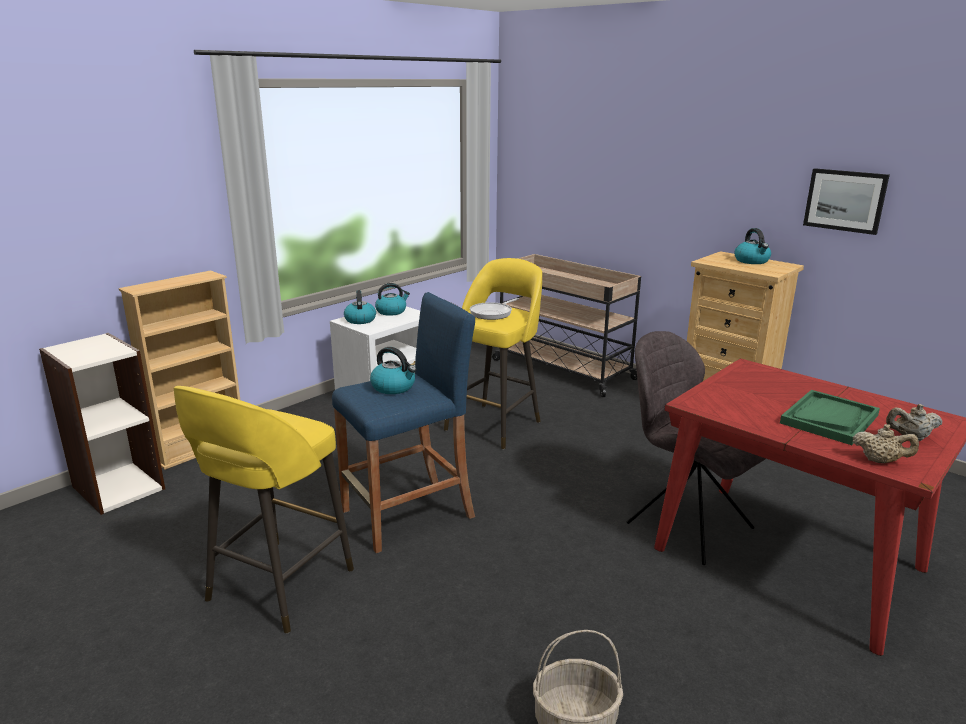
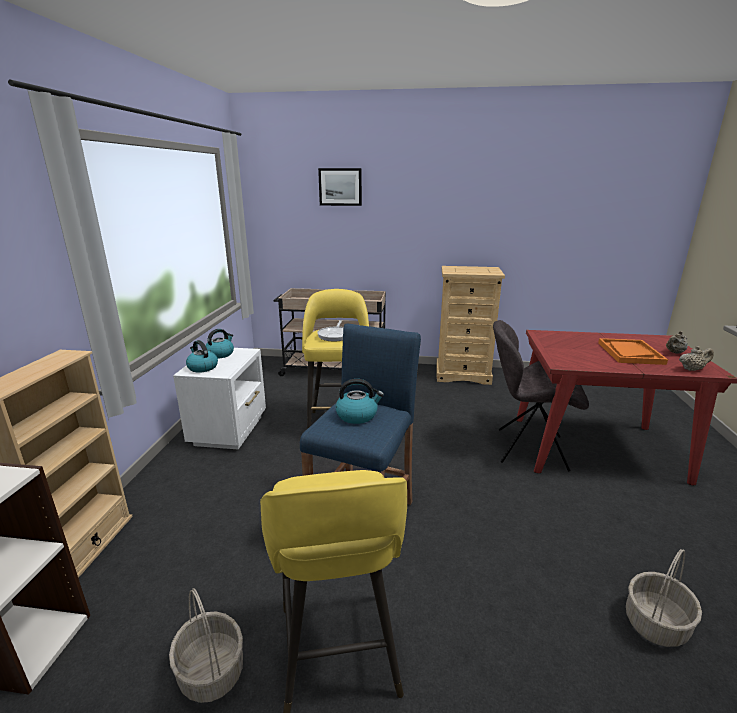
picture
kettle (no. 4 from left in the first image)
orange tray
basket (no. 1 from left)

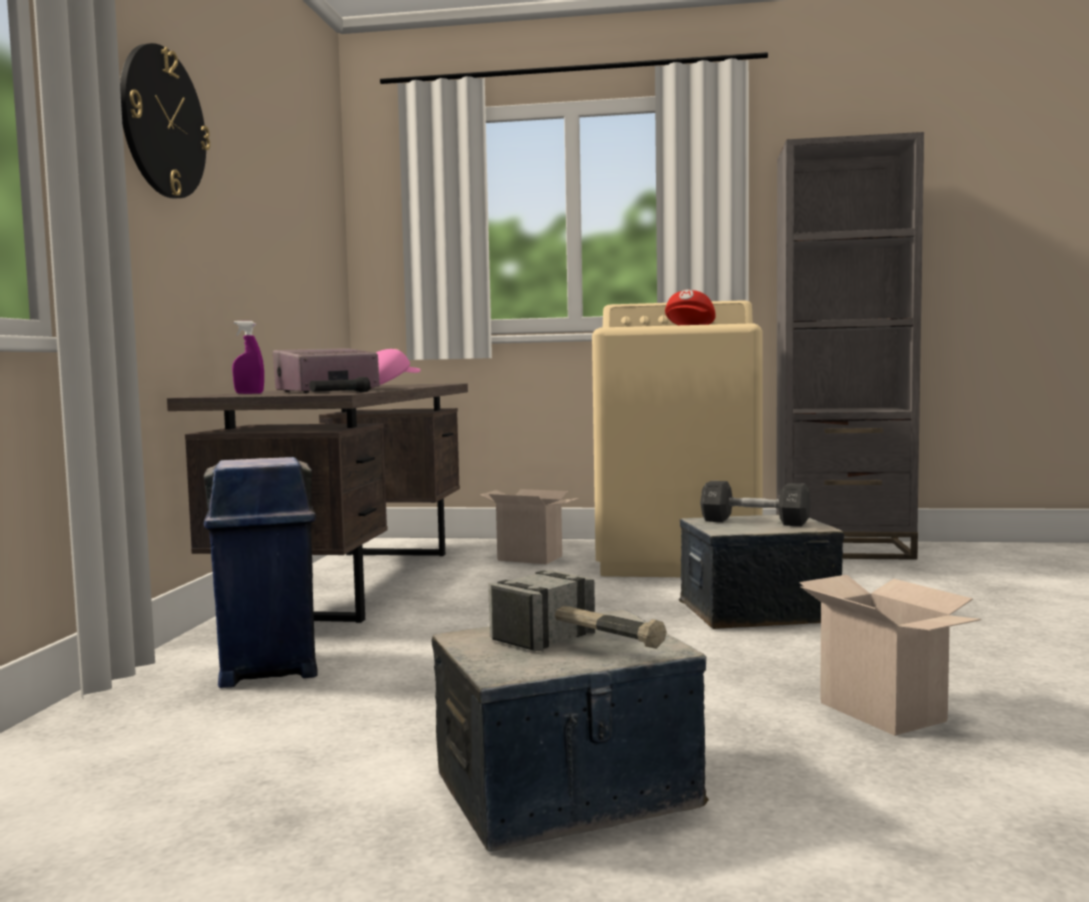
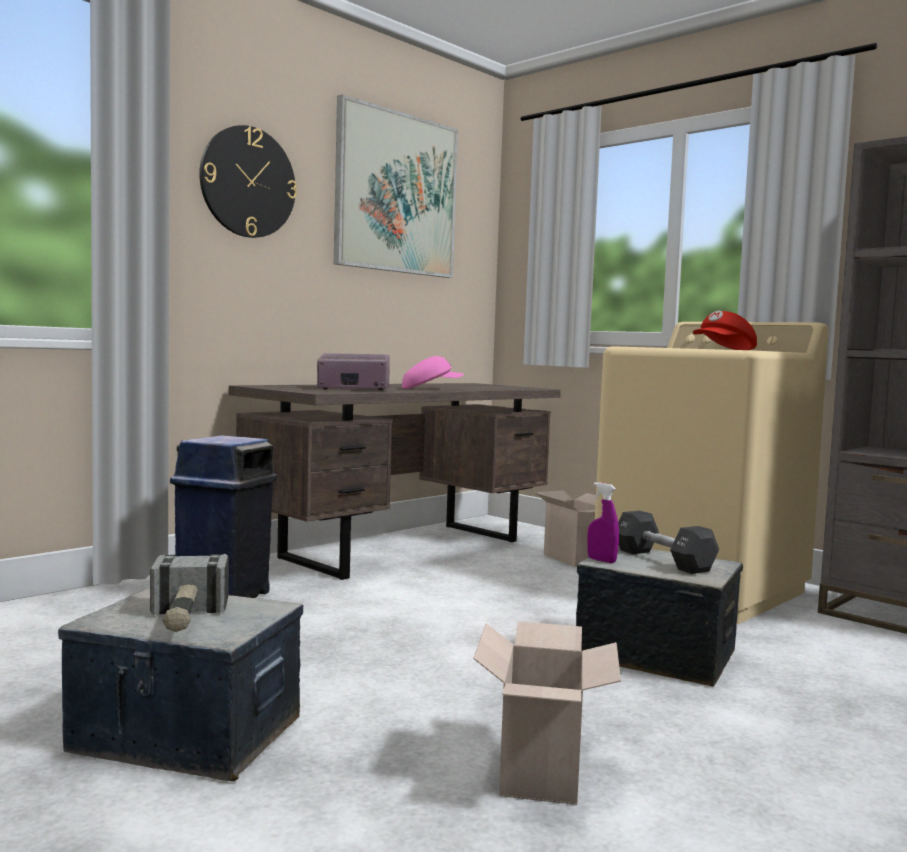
purple spray bottle
black flashlight
picture

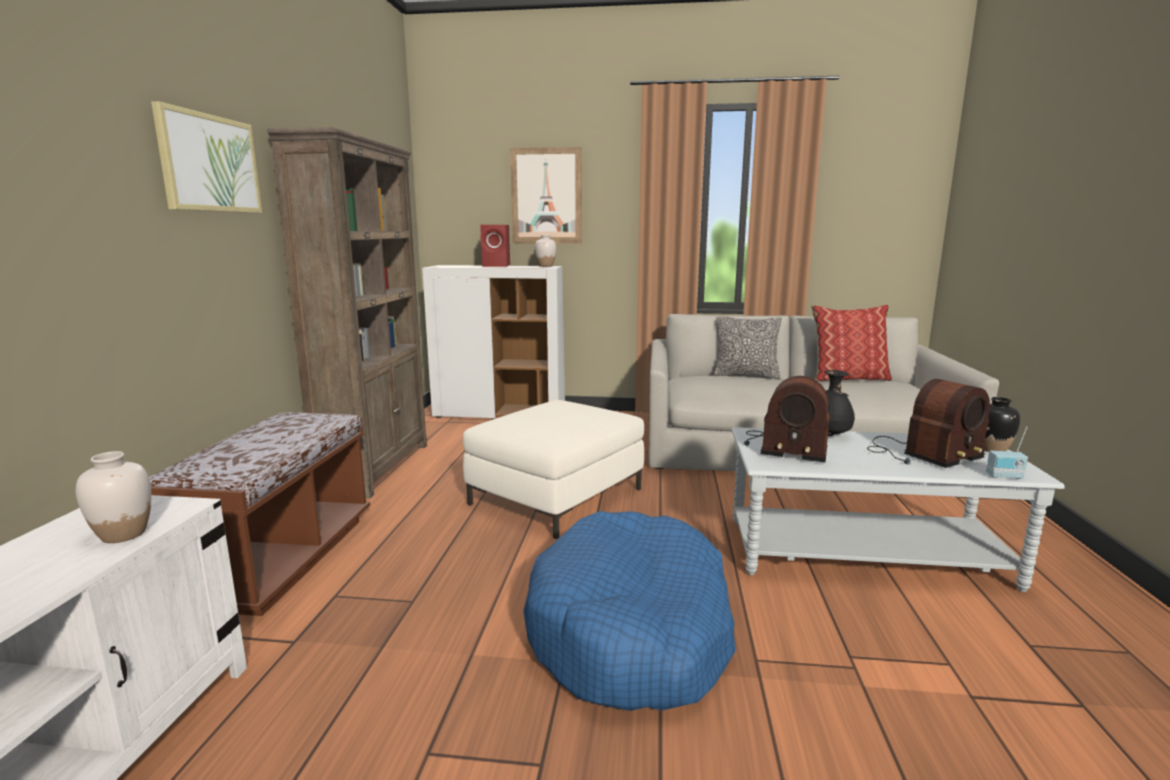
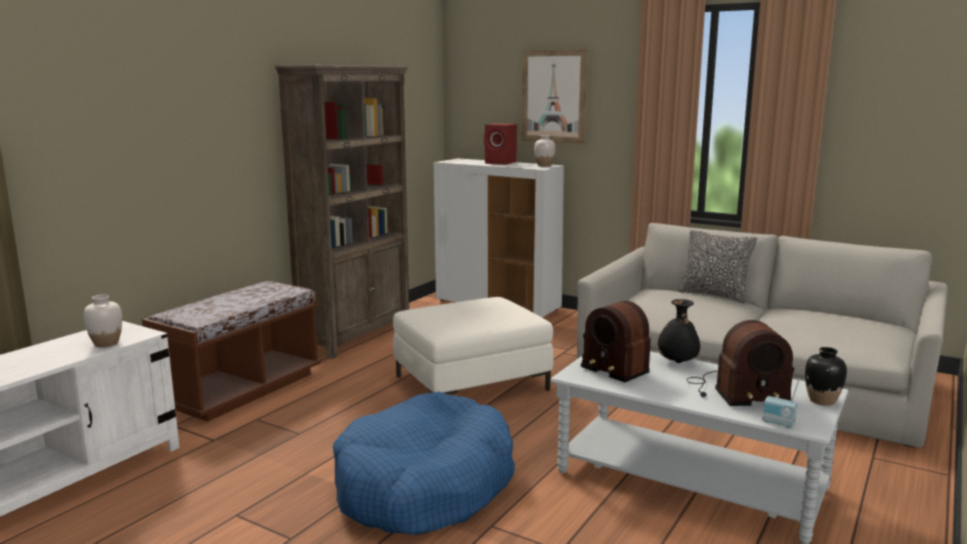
picture (no. 1 from left in the first image)
pillow (no. 2 from left in the first image)

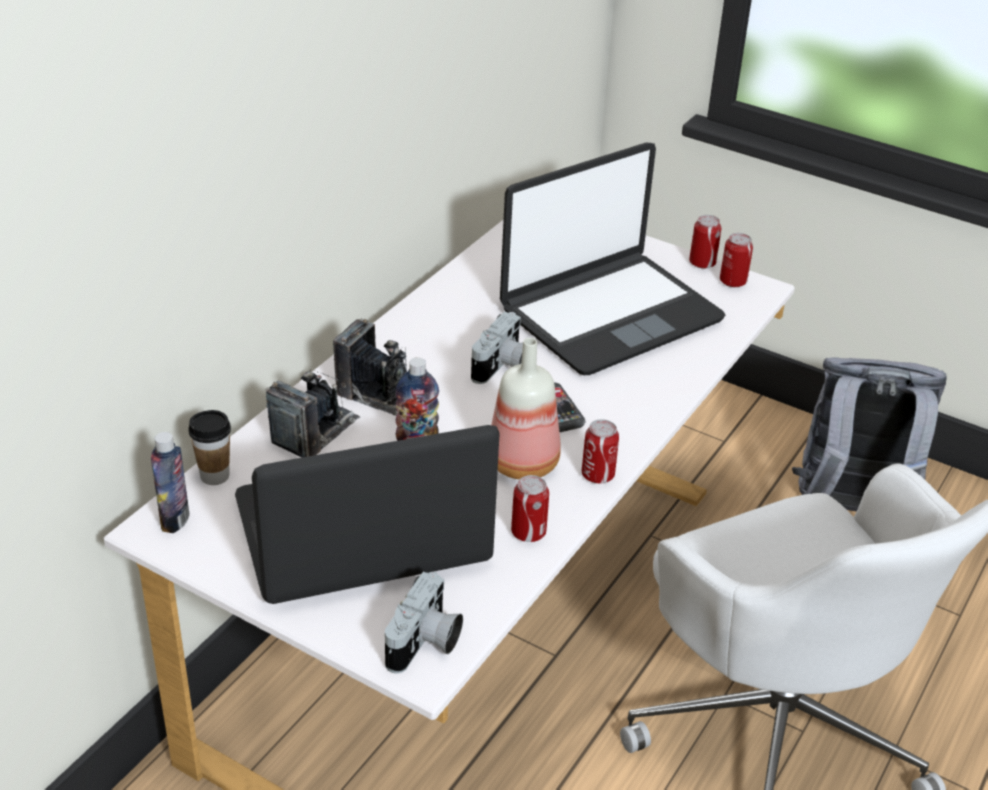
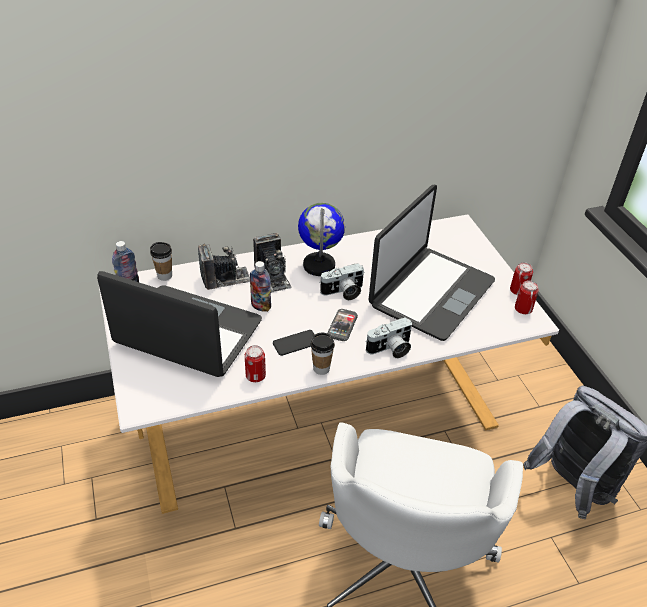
laptop (no. 2 from left)
phone (no. 1 from left)
cup (no. 2 from left)
photo camera (no. 4 from left)
globe

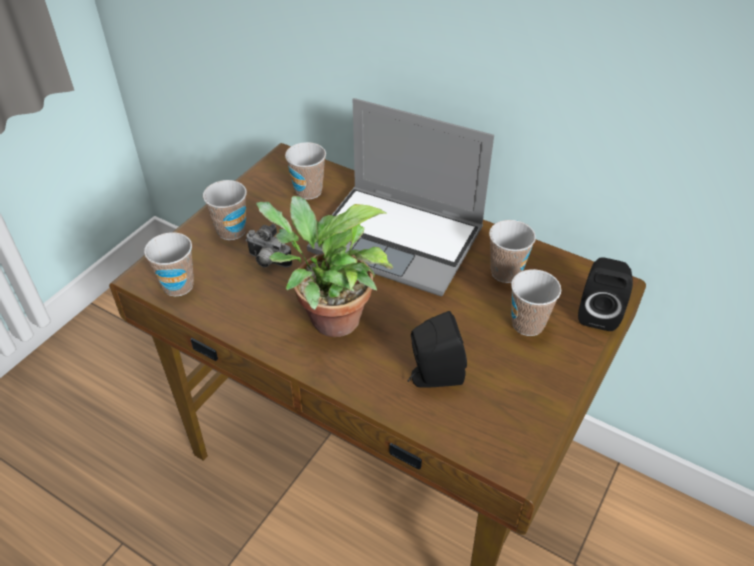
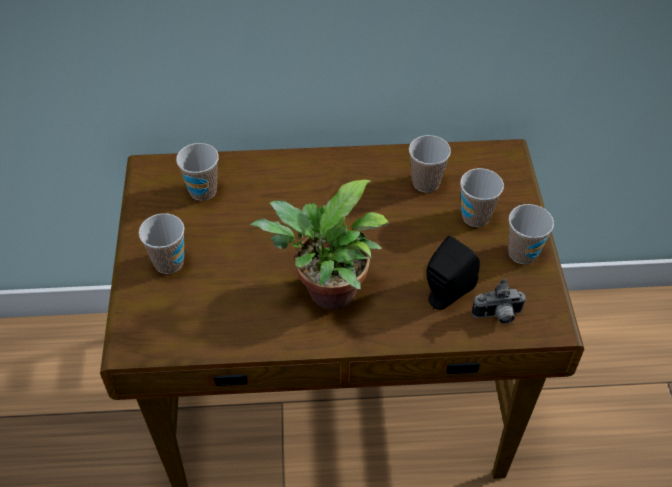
laptop
photo camera
cup (no. 5 from left)
black speaker (no. 2 from left in the first image)

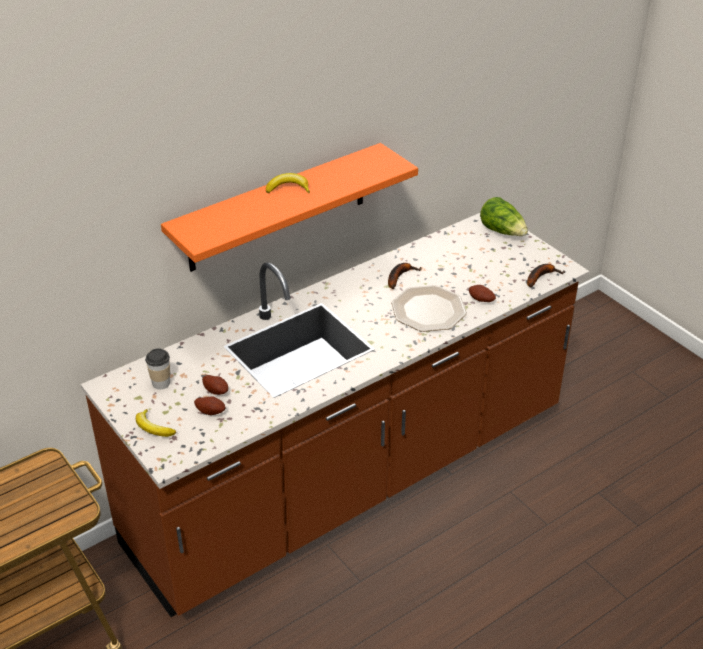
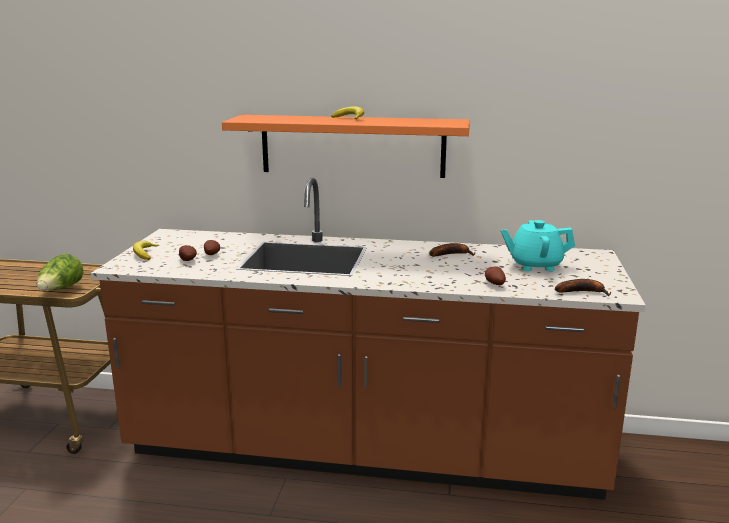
lettuce
plate
cup
turquoise teapot

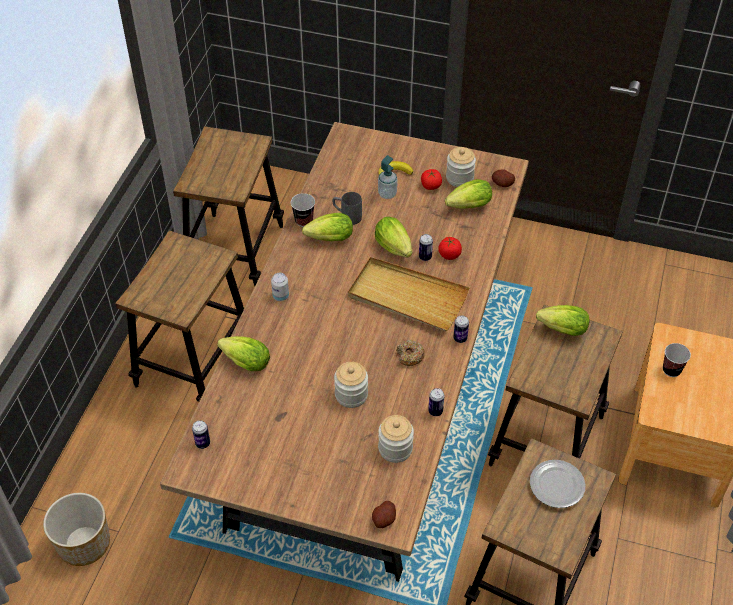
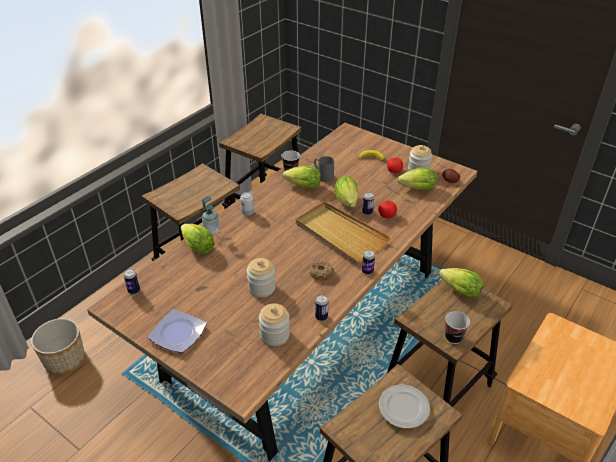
soap dispenser
cup (no. 2 from left)
potato (no. 1 from left in the first image)
plate (no. 1 from left)

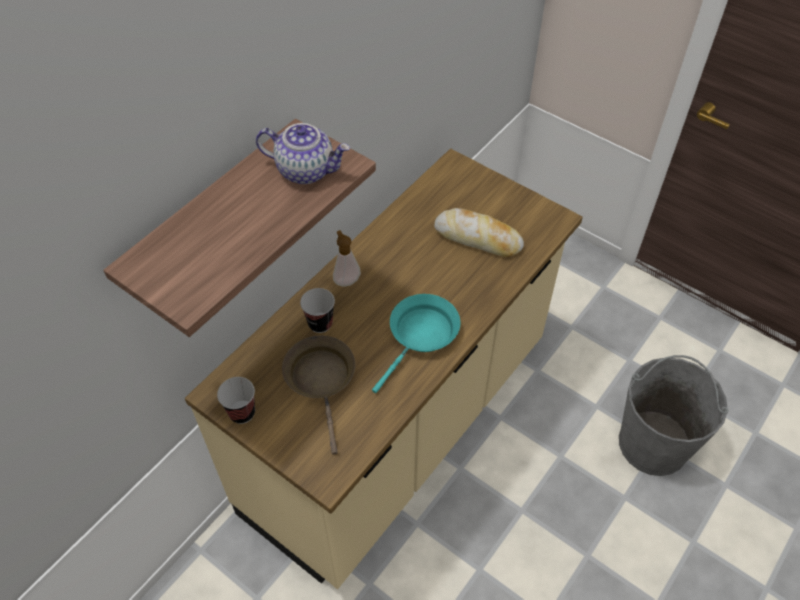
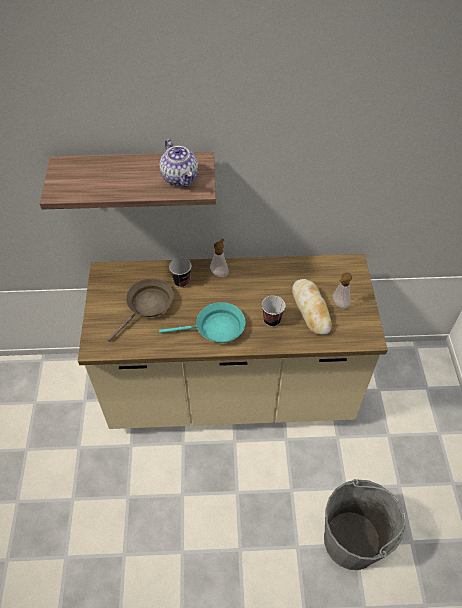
cup (no. 2 from left)
soap dispenser (no. 2 from left)

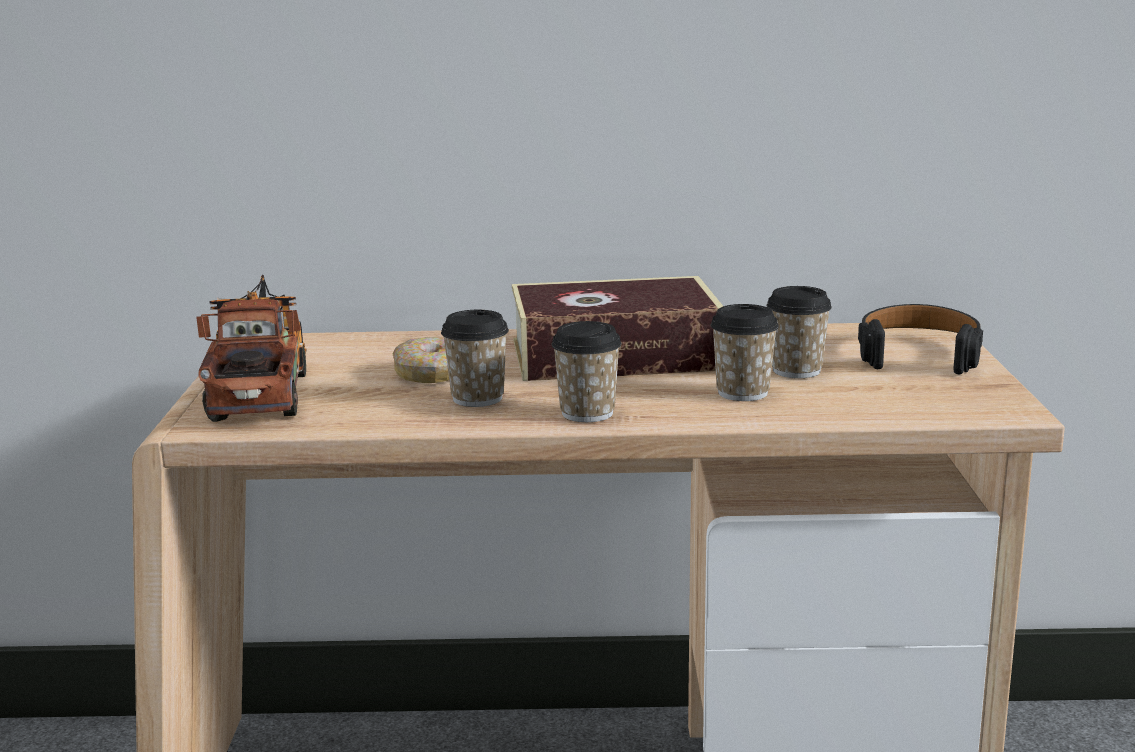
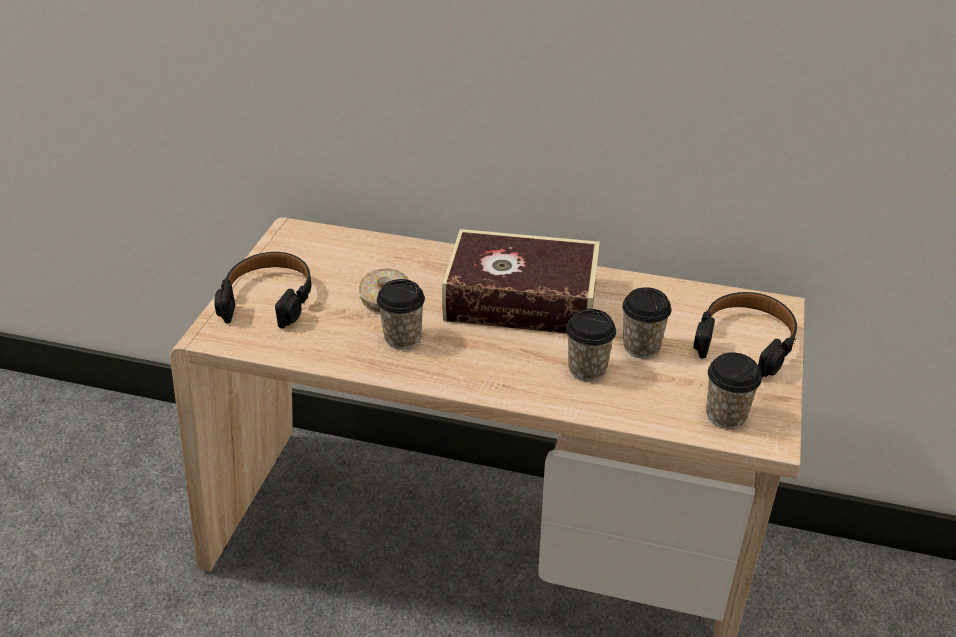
black headphones (no. 1 from left)
cup (no. 4 from left)

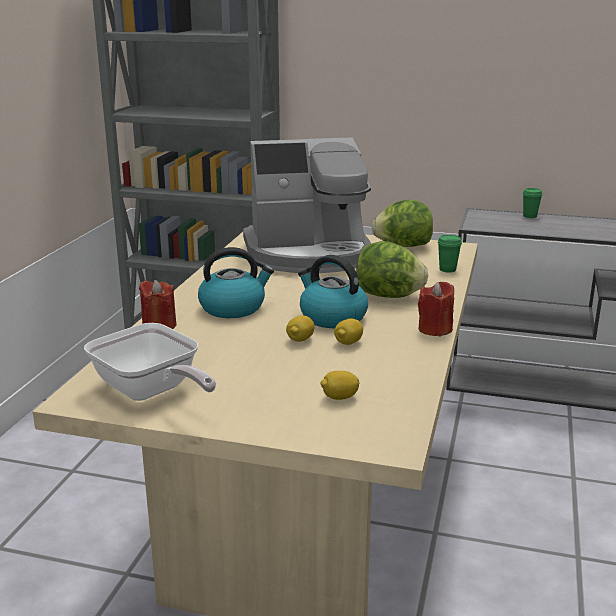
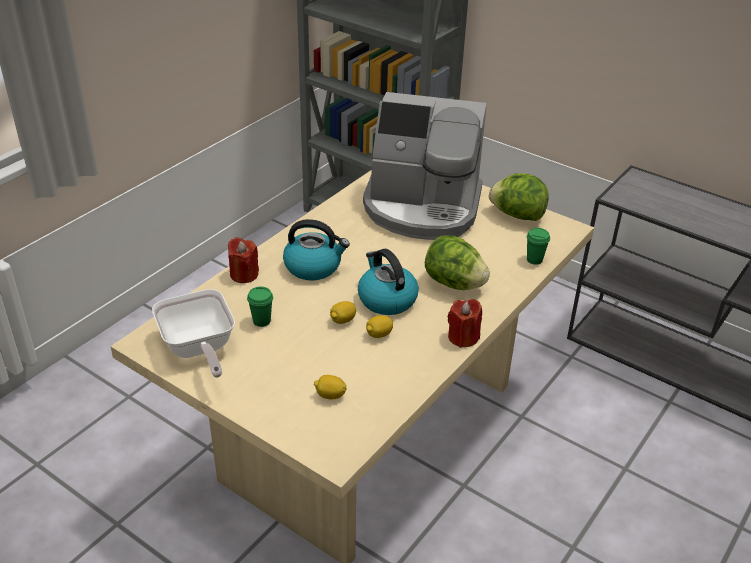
green cup (no. 1 from left)

